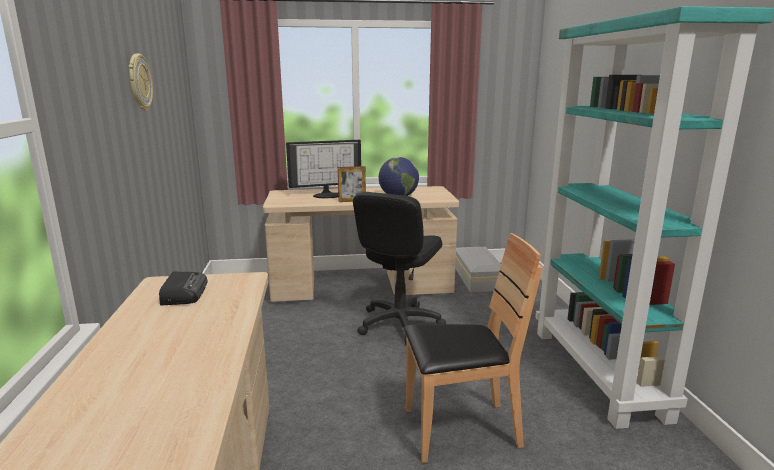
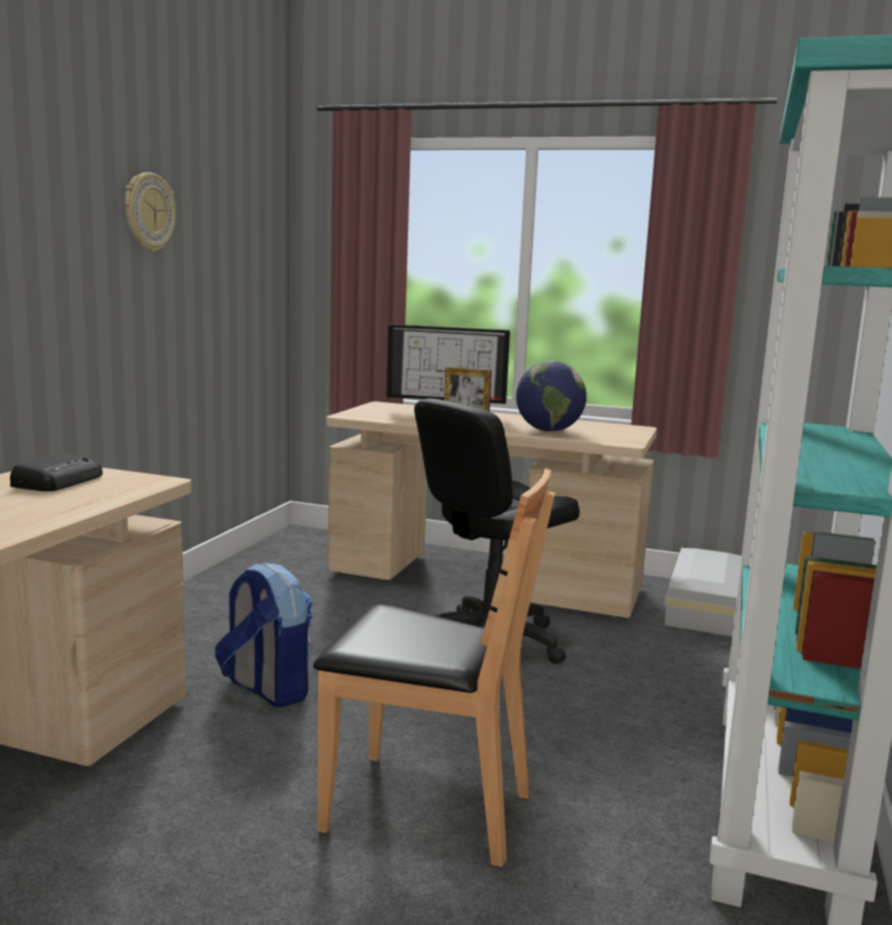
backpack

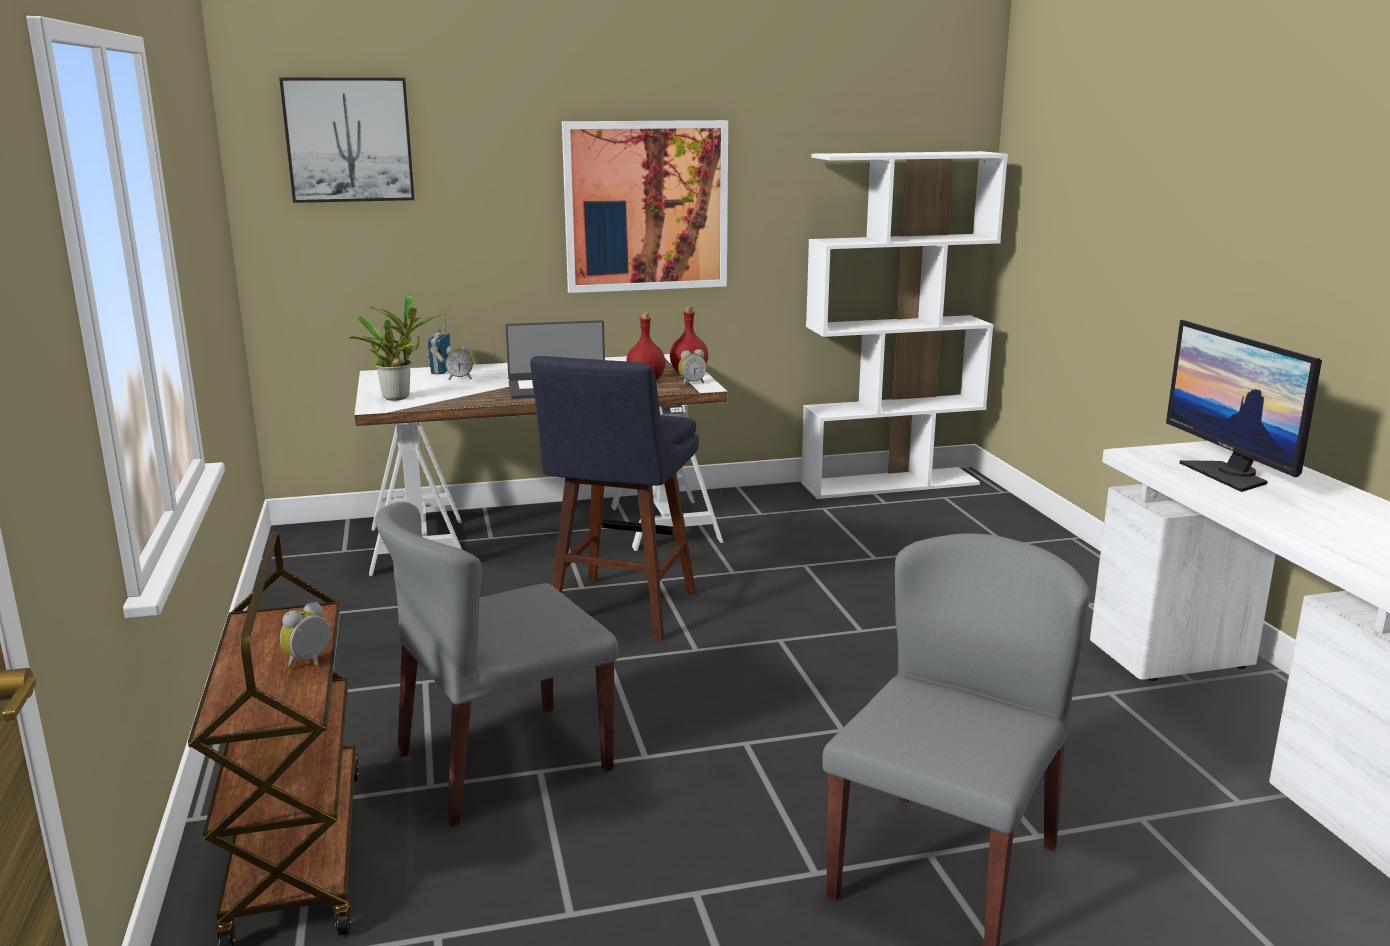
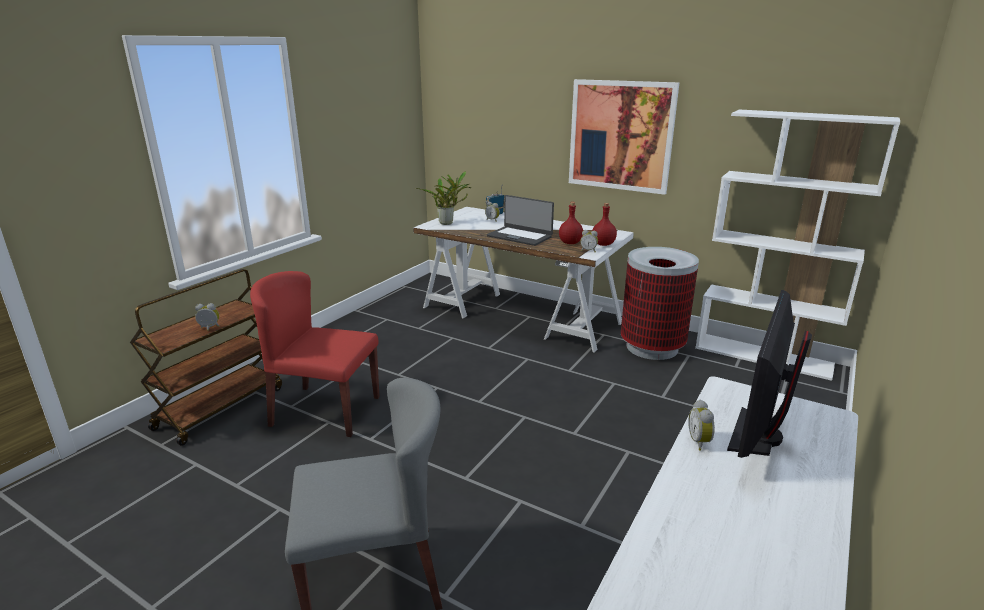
picture (no. 1 from left in the first image)
blue stool
red chair
trash can
alarm clock (no. 4 from left)

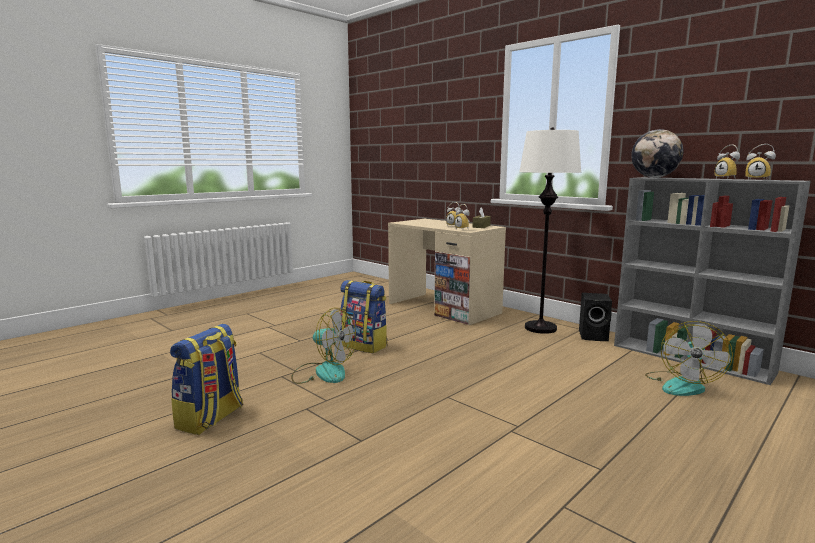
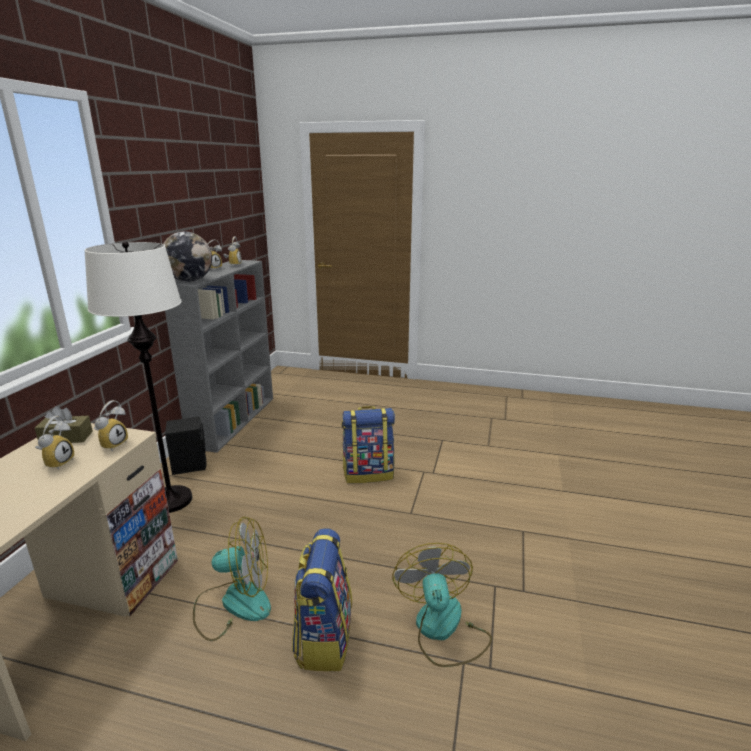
fan (no. 1 from left)
backpack (no. 2 from left)

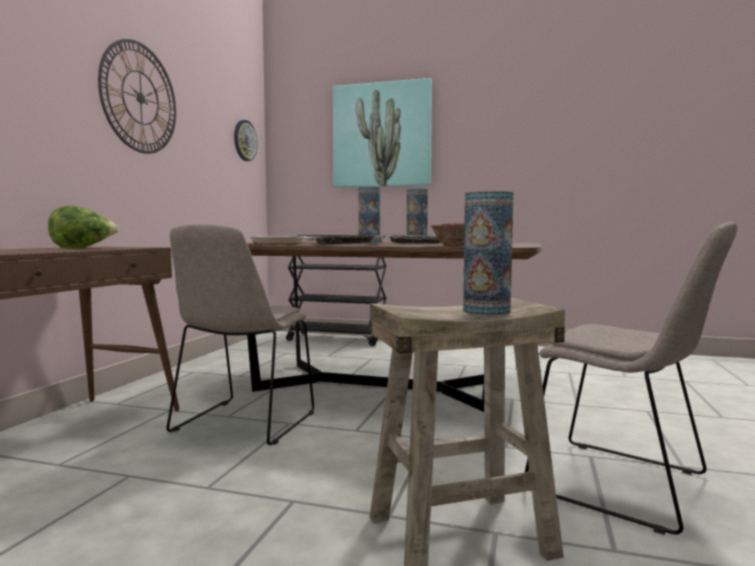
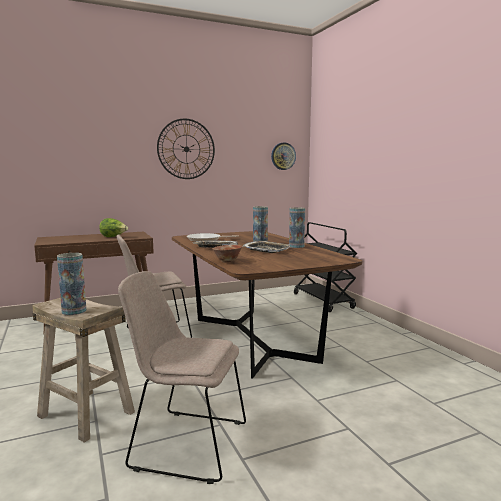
picture
beige chair (no. 2 from left)

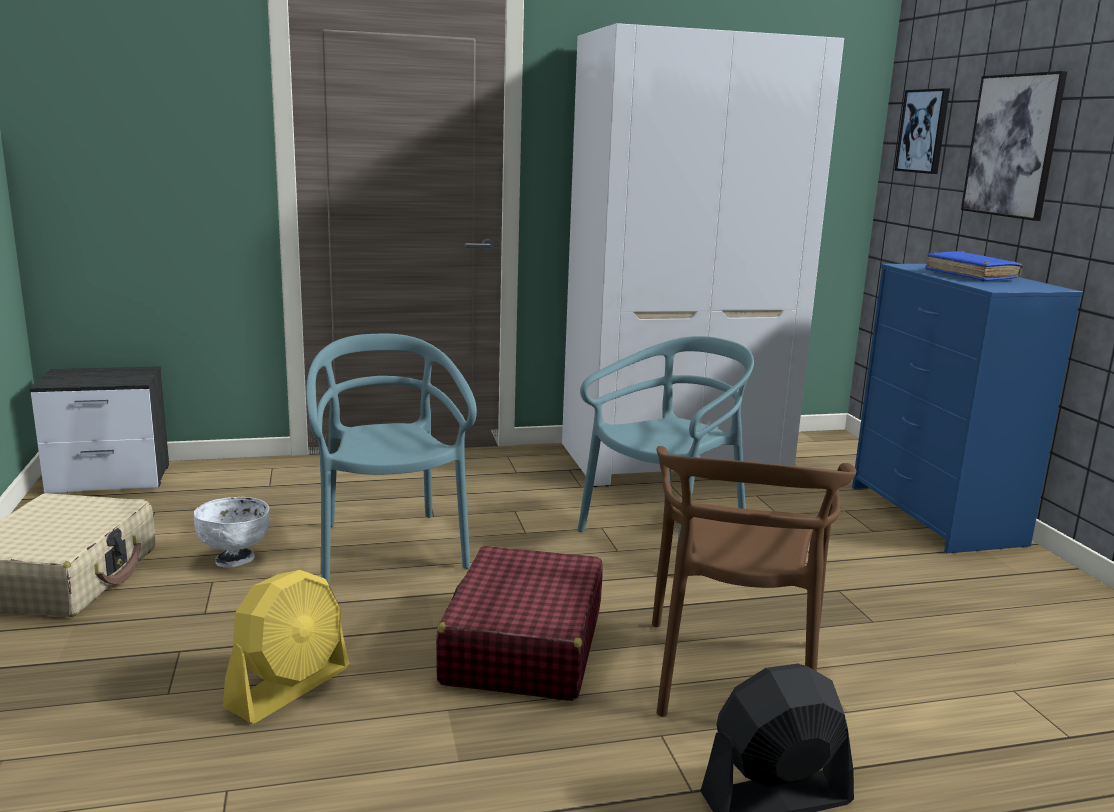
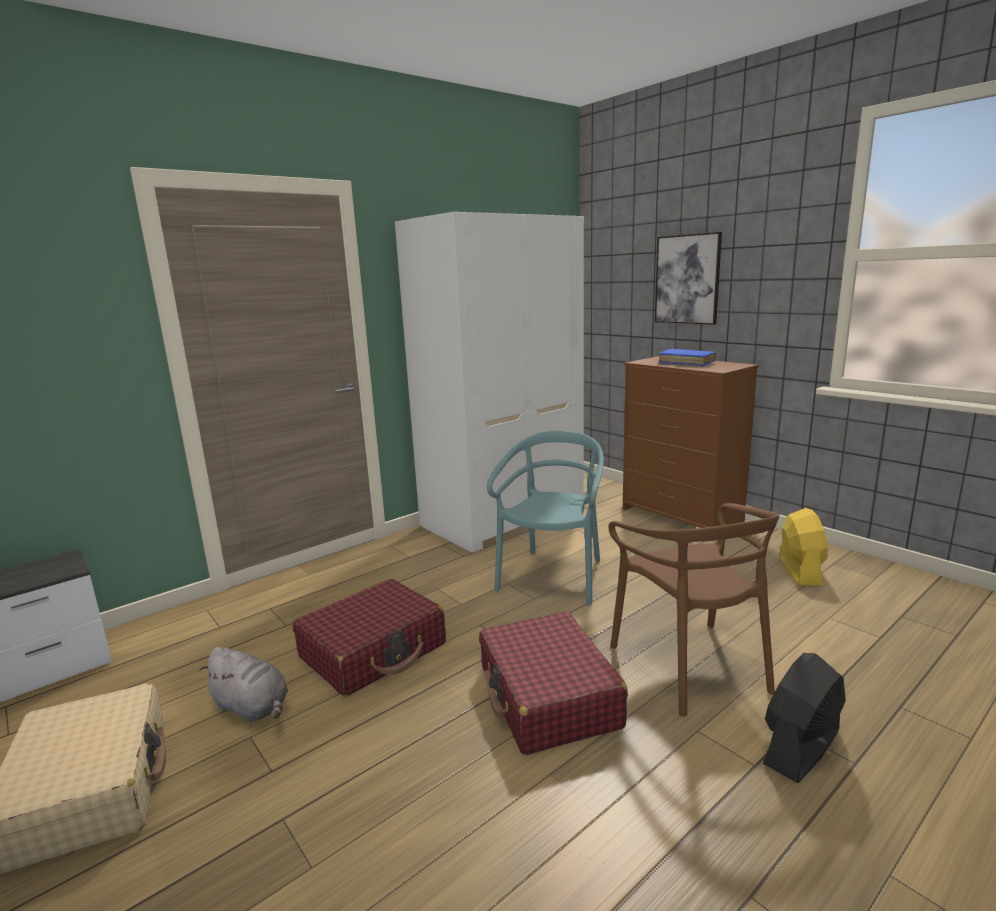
picture (no. 1 from left in the first image)
brown dresser
red suitcase (no. 1 from left)
grey plush toy
yellow fan

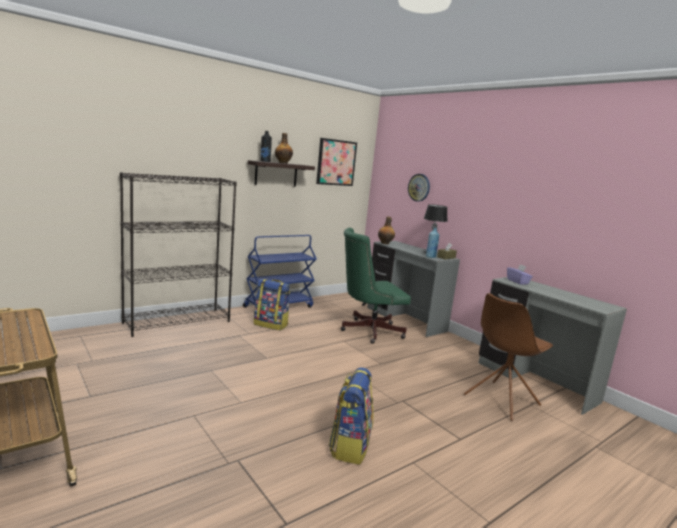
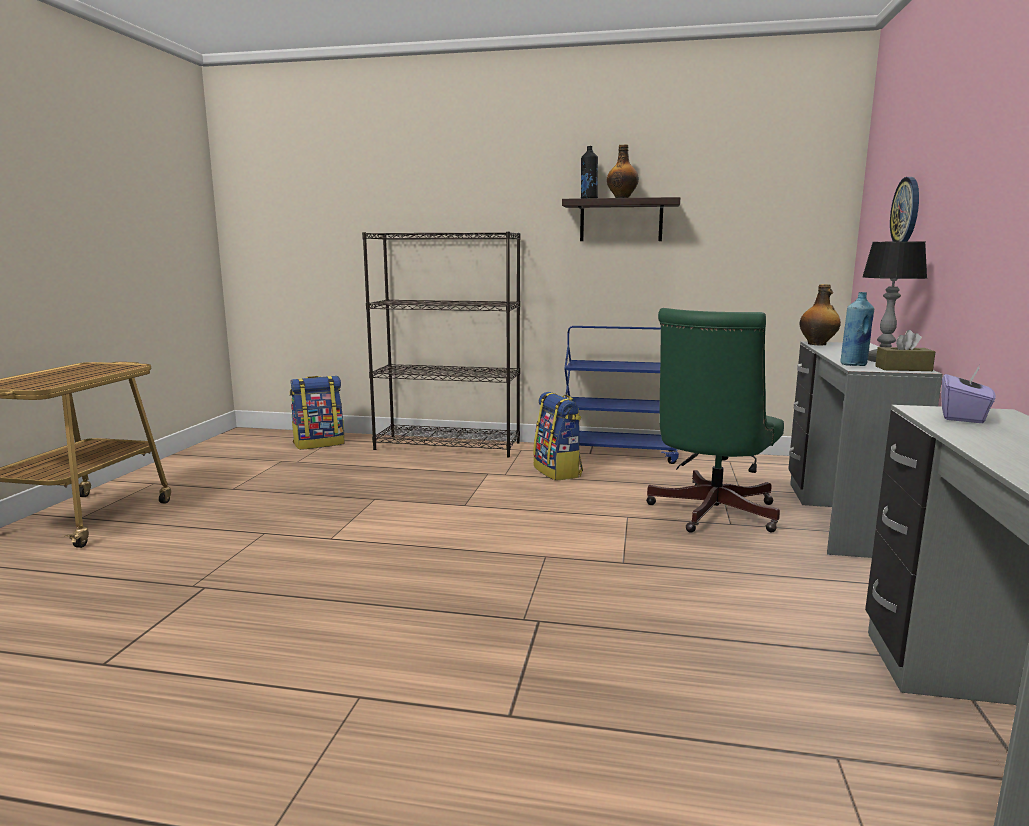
picture
green office chair
brown chair
backpack (no. 1 from left)

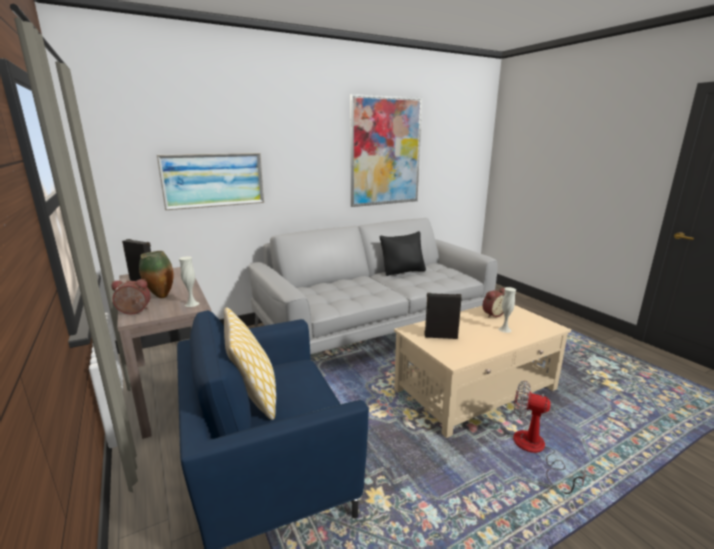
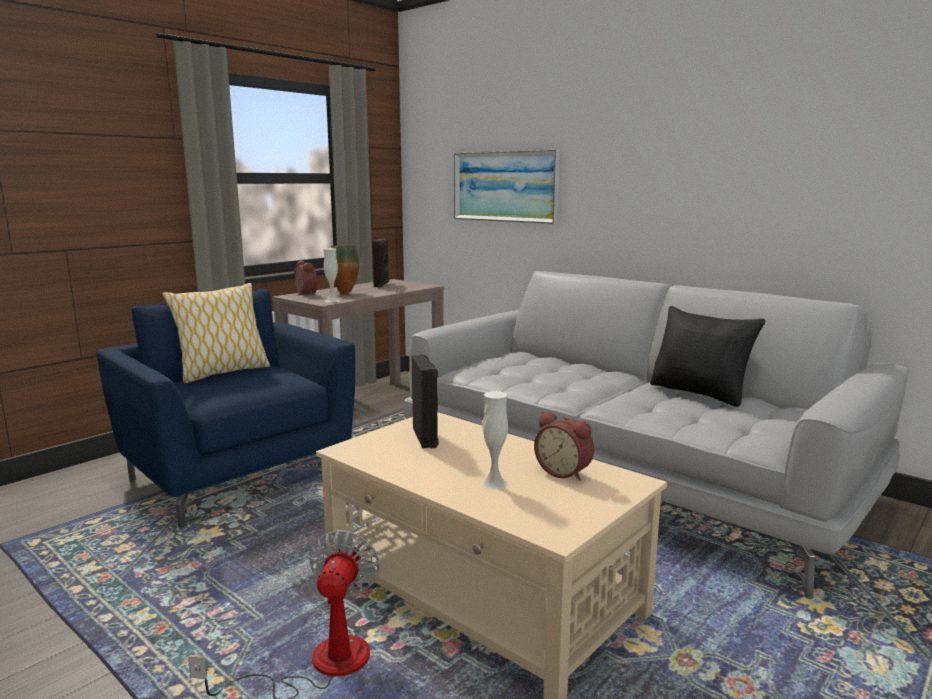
picture (no. 2 from left in the first image)

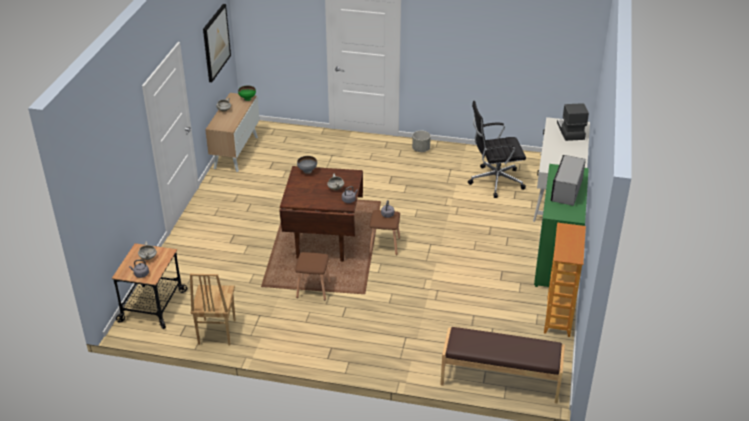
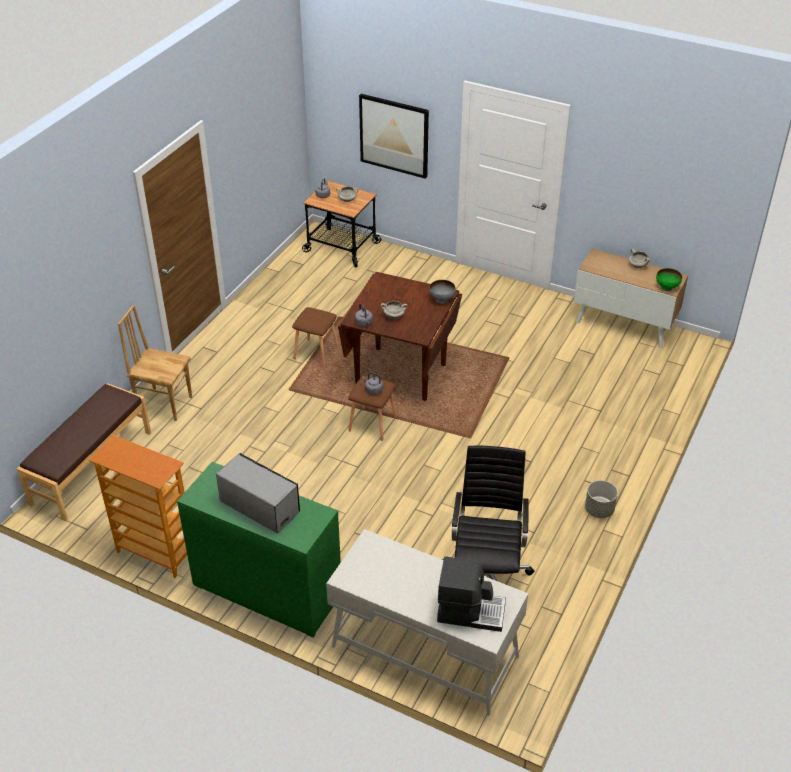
picture
brown chair

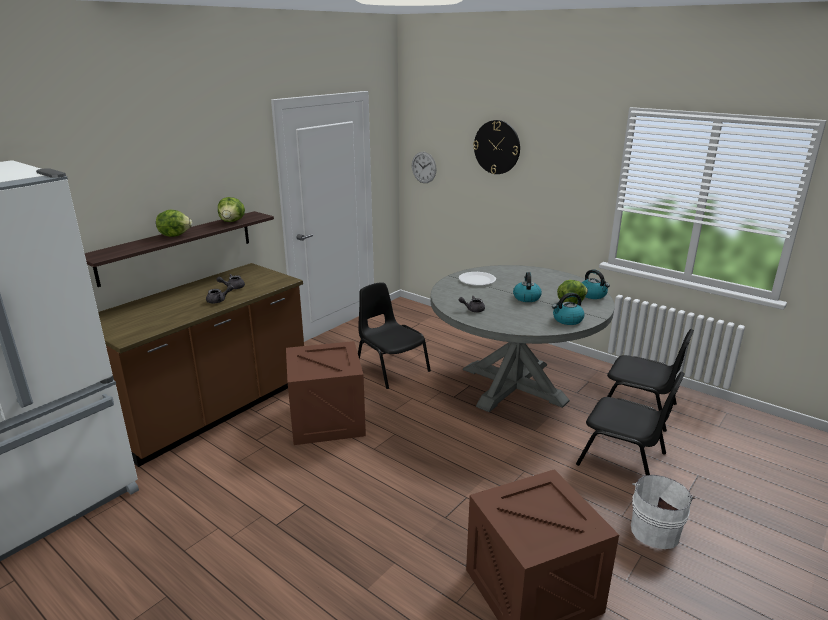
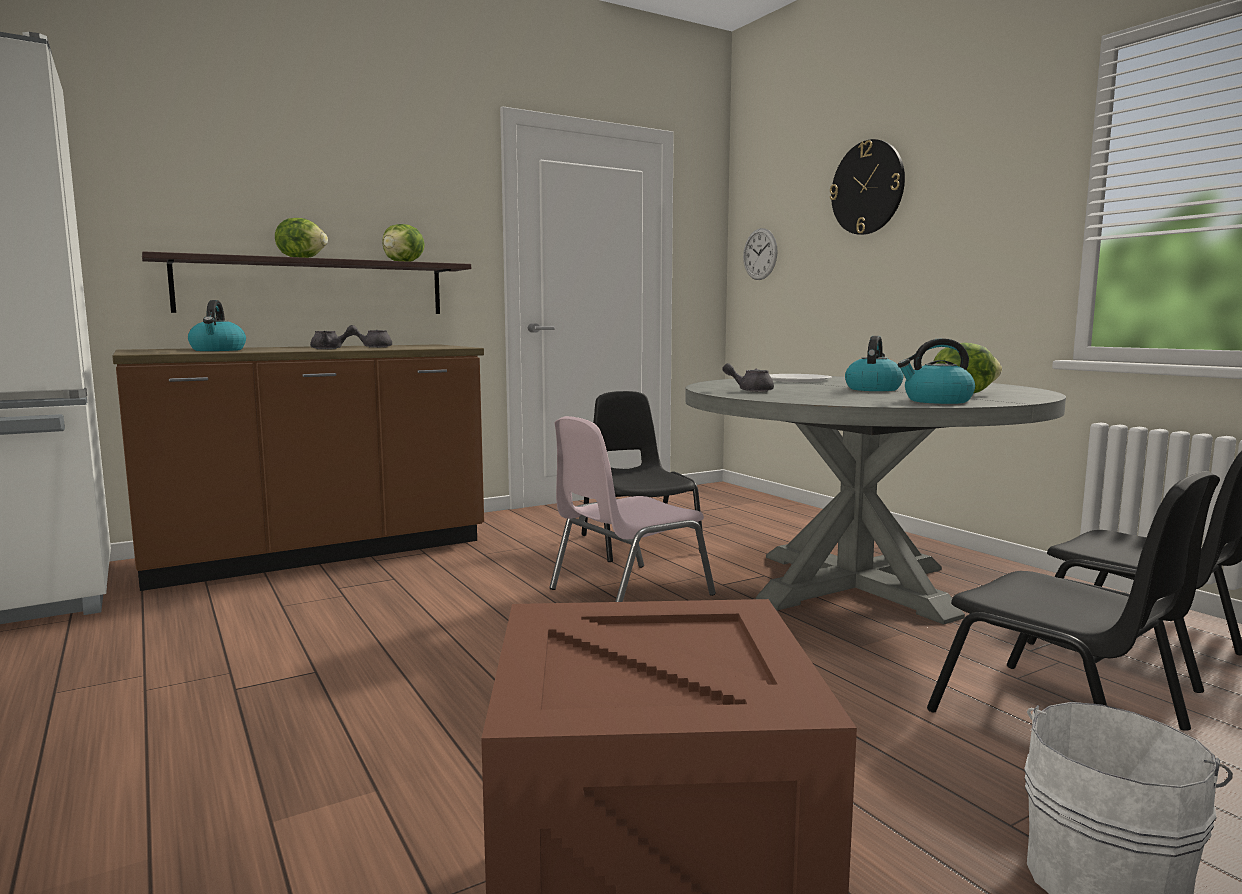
kettle (no. 1 from left)
crate (no. 1 from left in the first image)
pink chair

